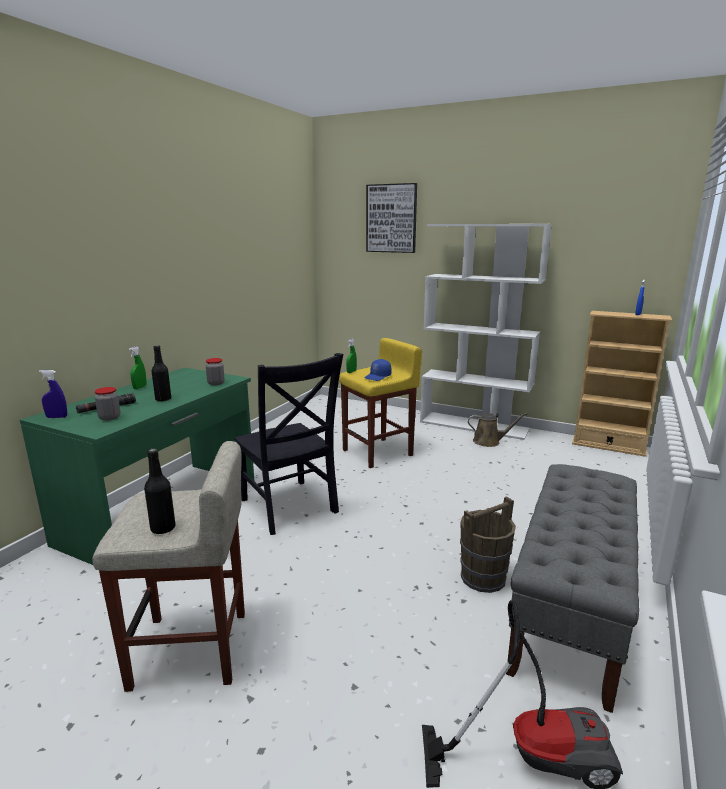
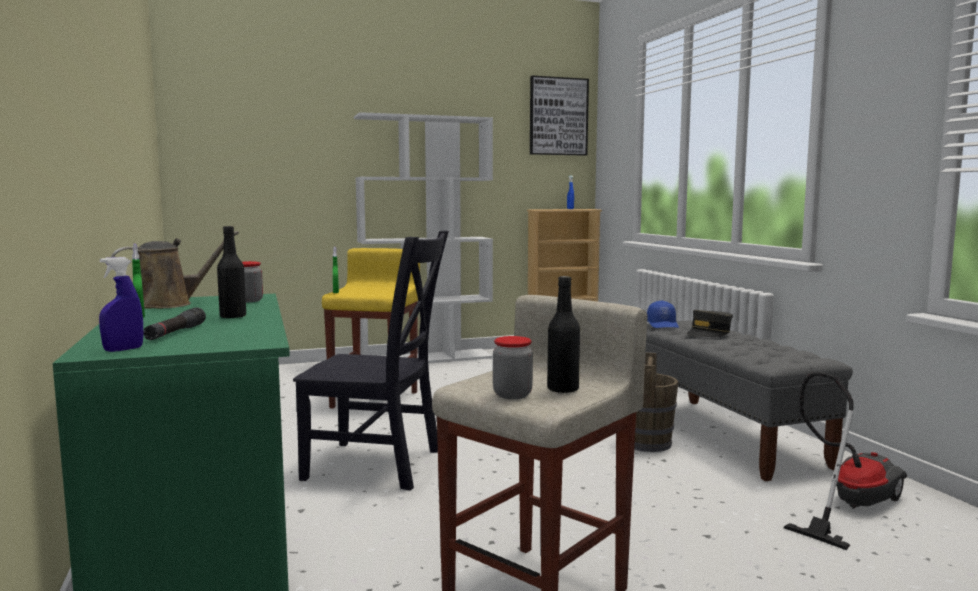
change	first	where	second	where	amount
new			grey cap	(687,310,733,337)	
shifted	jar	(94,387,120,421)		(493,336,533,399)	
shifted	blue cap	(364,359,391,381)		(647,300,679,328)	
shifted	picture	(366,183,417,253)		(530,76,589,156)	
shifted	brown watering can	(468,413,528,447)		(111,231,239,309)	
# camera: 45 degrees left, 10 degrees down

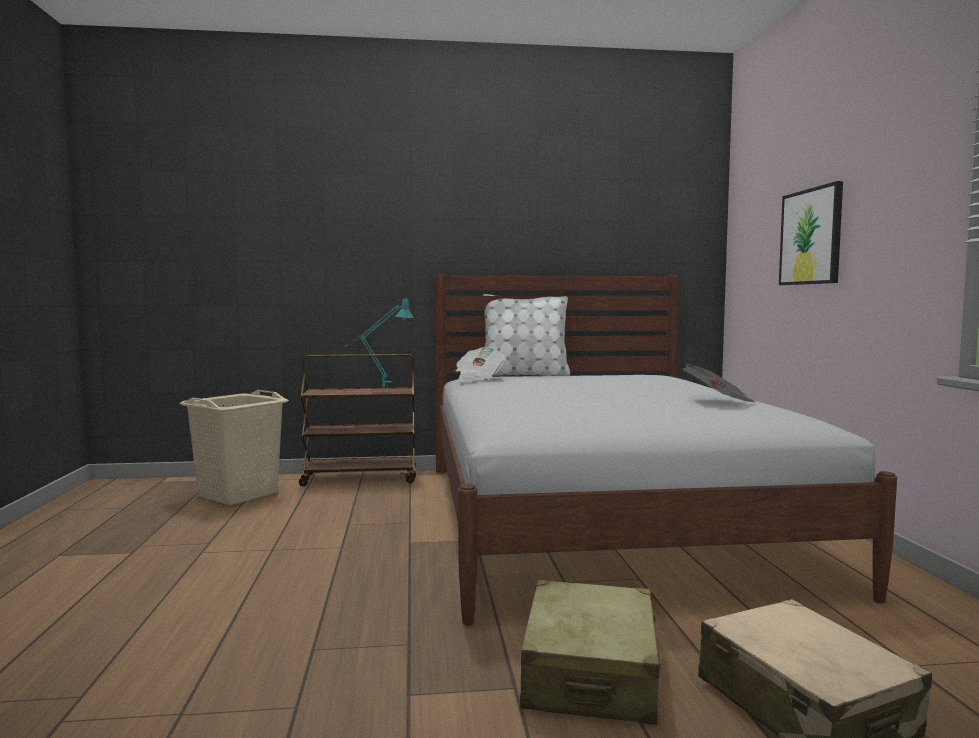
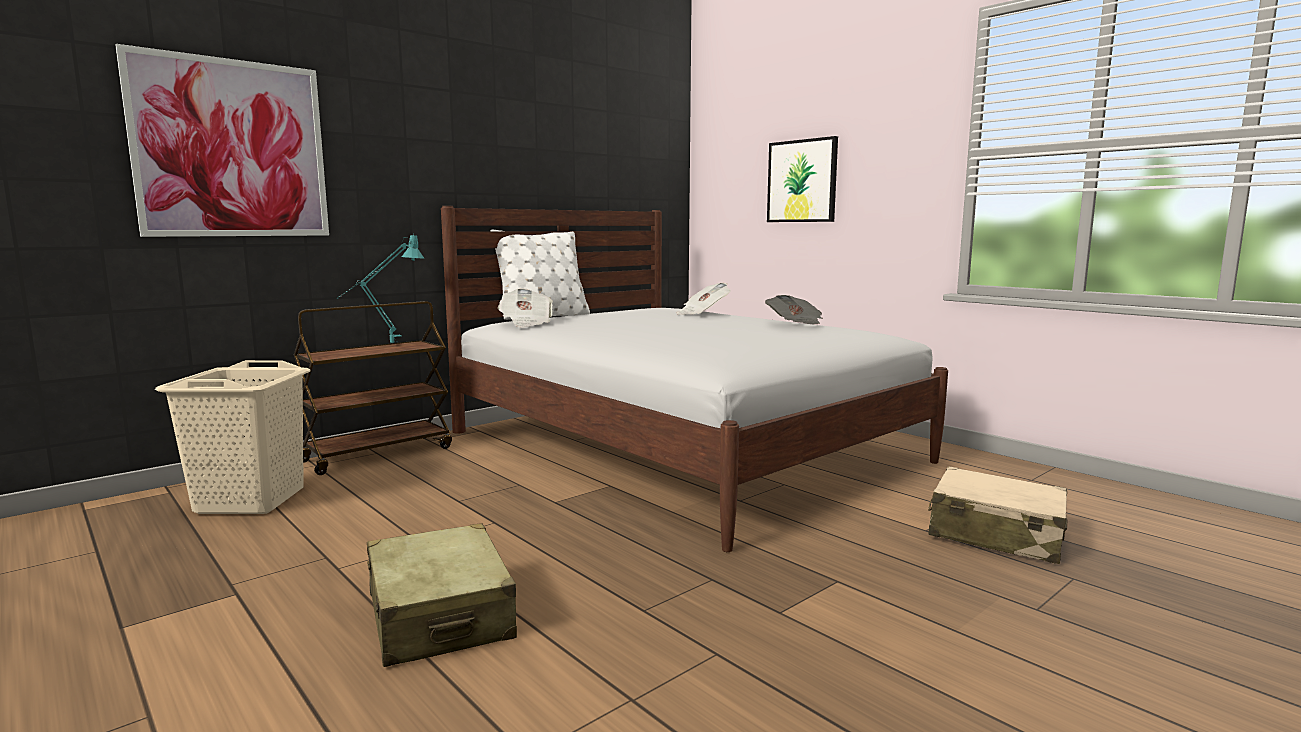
change	first	where	second	where	amount
new			picture	(115,44,329,237)	
new			newspaper	(677,283,731,315)	
shifted	beige suitcase	(520,580,663,725)		(367,523,517,667)	
# camera: 35 degrees left, 5 degrees up

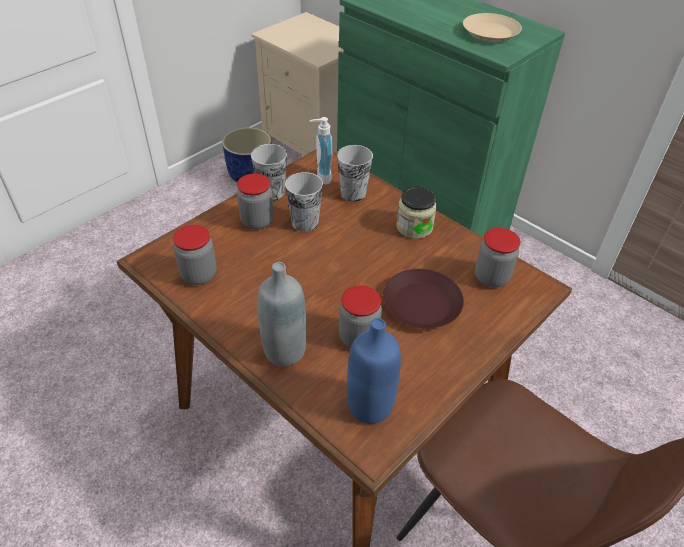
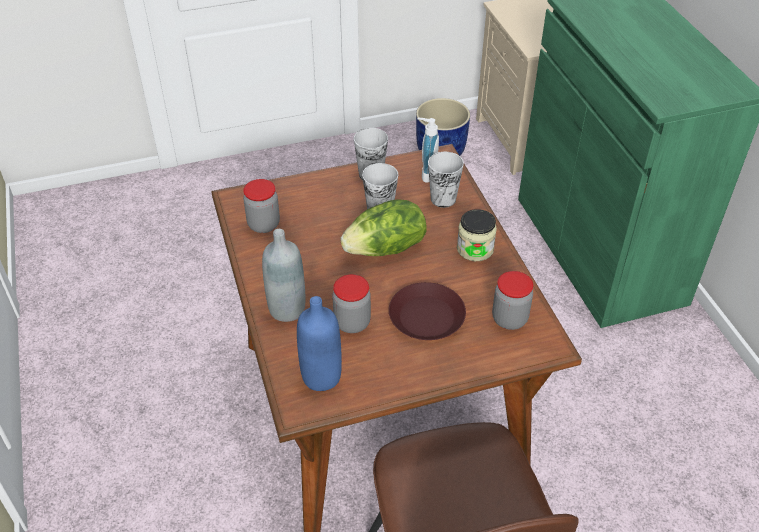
change	first	where	second	where	amount
gone	jar	(237,173,274,230)			
gone	beige plate	(463,13,522,42)			
new			lettuce	(340,199,427,256)	
# camera: 30 degrees right, 0 degrees up

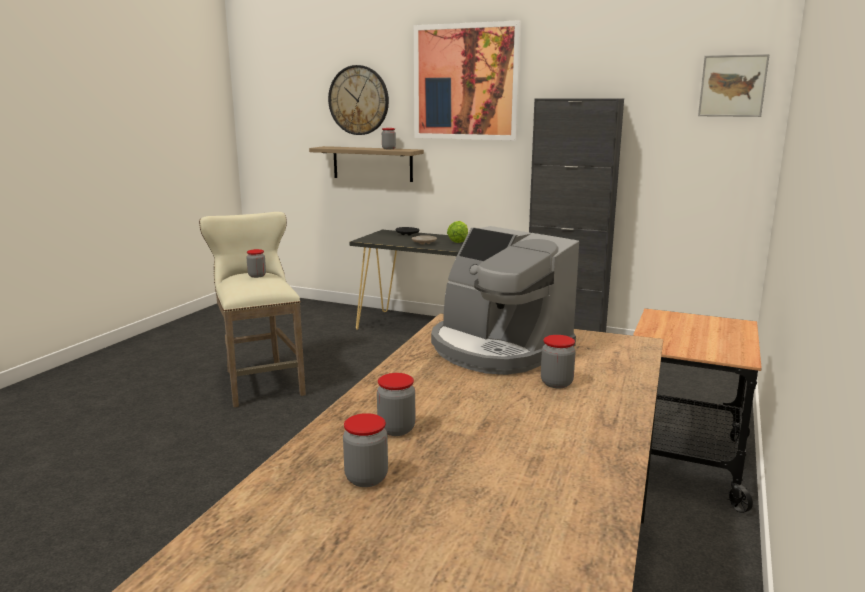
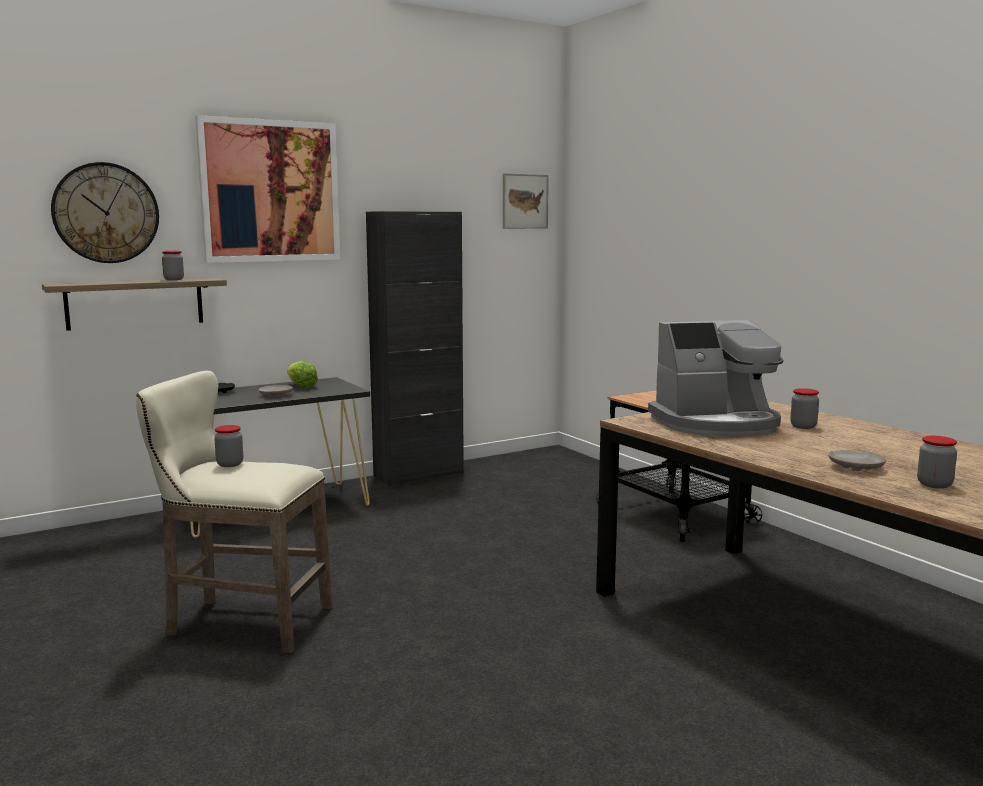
change	first	where	second	where	amount
swapped	jar	(377,373,415,436)	beige plate	(828,450,886,471)	
# camera: 55 degrees left, 5 degrees down

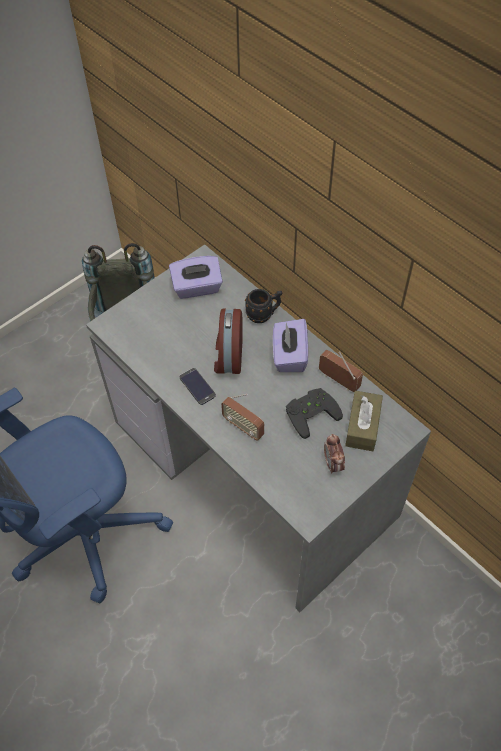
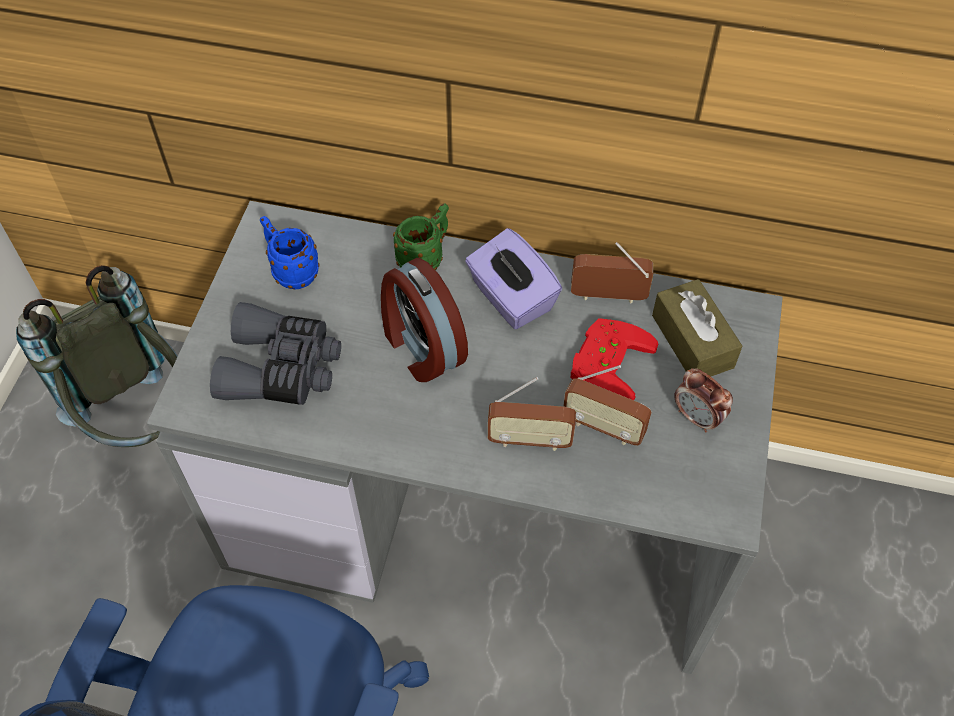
change	first	where	second	where	amount
gone	phone	(180,368,216,405)			
new			grey binoculars	(210,302,341,405)	
new			radio	(563,365,652,446)	
swapped	purple tissue box	(169,256,223,299)	blue mug	(260,216,319,290)	
repainted	black mug	(245,289,282,323)	green mug	(393,204,449,270)	
repainted	black game controller	(286,388,343,439)	red game controller	(570,318,658,400)	
# camera: 35 degrees left, 0 degrees up

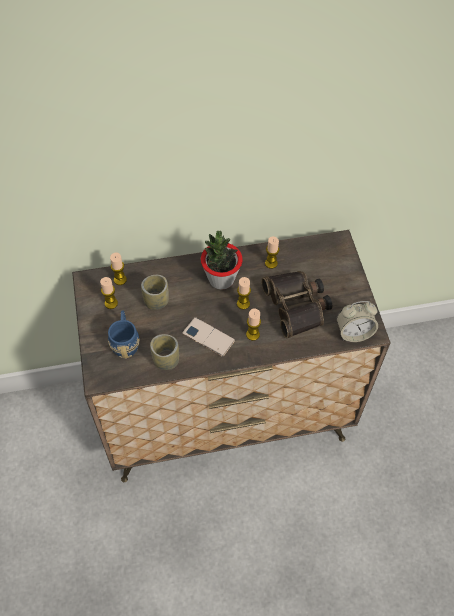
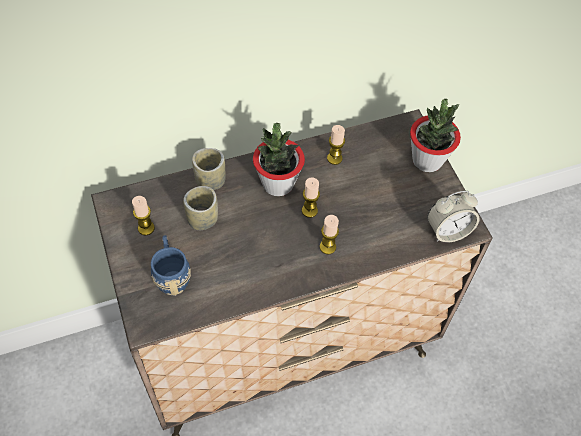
change	first	where	second	where	amount
gone	candle	(110,253,127,285)			
gone	phone	(182,317,235,357)			
gone	binoculars	(261,271,332,339)			
new			potted plant	(410,99,461,172)	
shifted	cup	(150,334,179,370)		(192,148,225,190)	
# camera: 10 degrees left, 0 degrees up

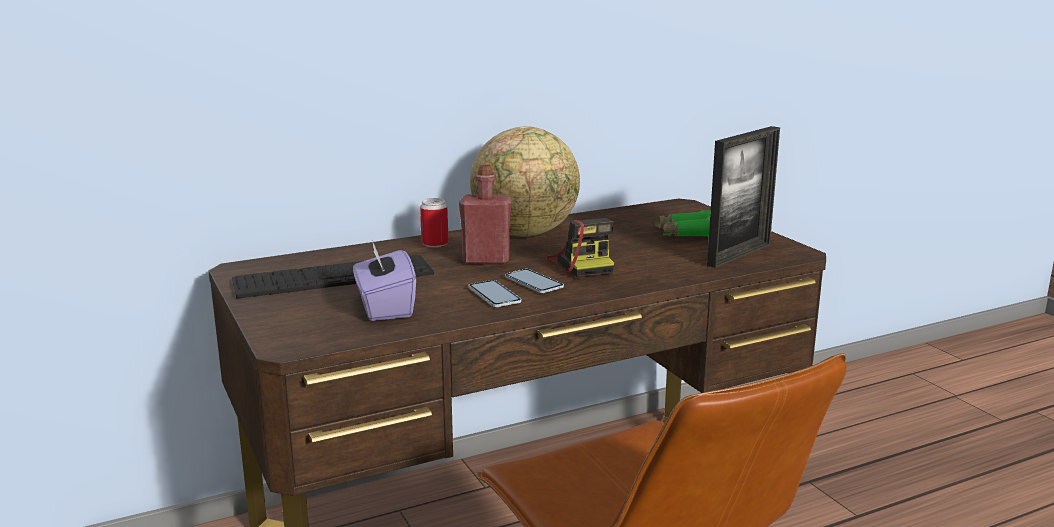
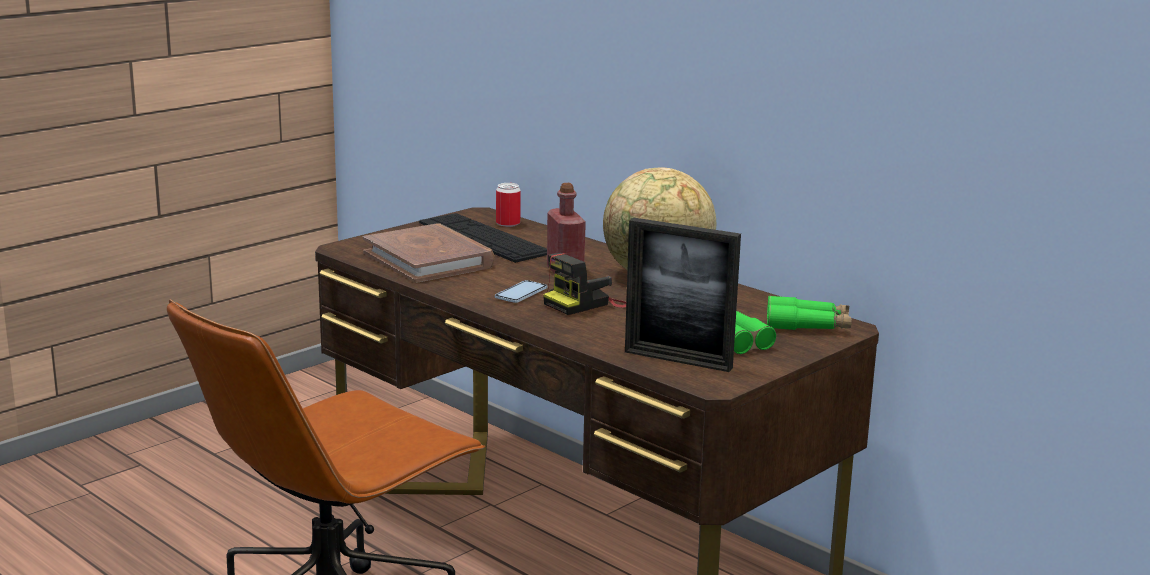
change	first	where	second	where	amount
gone	phone	(468,280,522,307)			
new			green binoculars	(767,296,852,330)	
shifted	can	(420,198,449,247)		(496,183,521,227)	
swapped	purple tissue box	(353,240,416,321)	brown book	(363,223,495,283)	
# camera: 70 degrees right, 0 degrees up

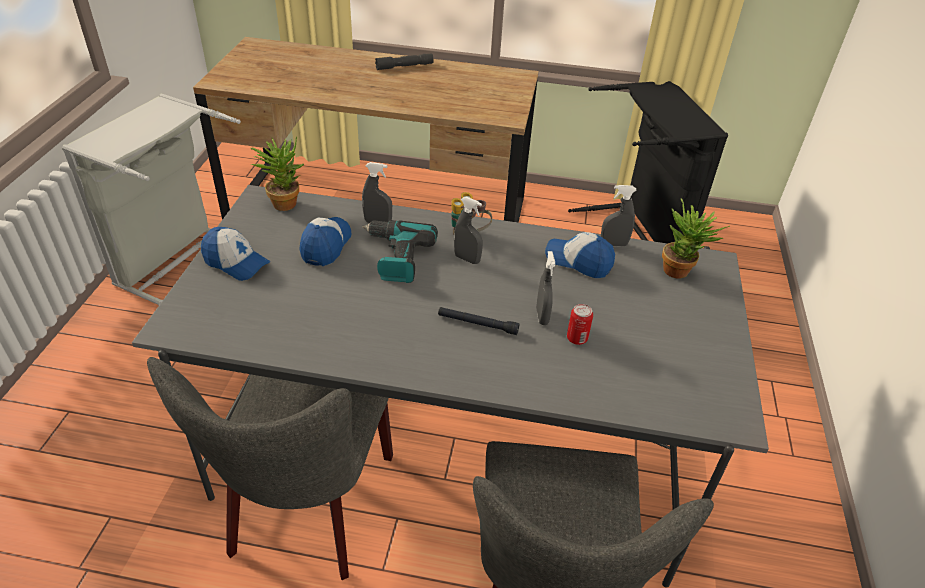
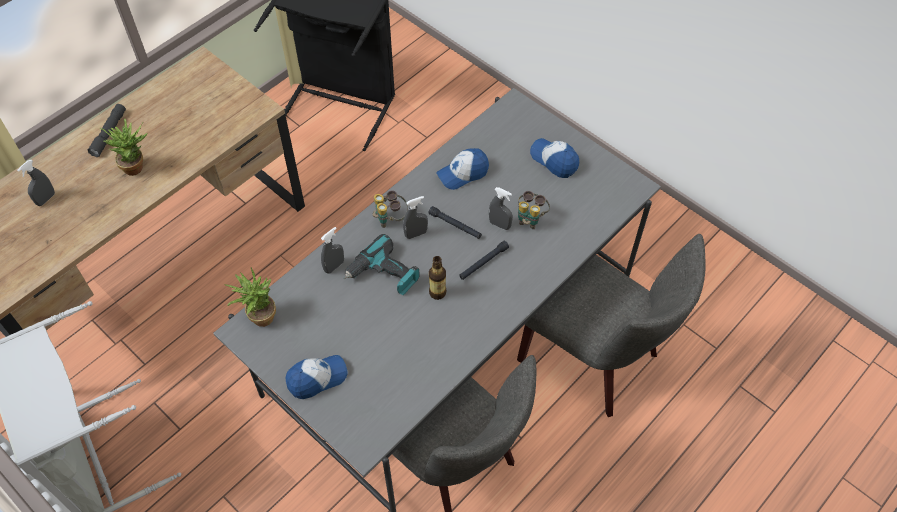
change	first	where	second	where	amount
new			black flashlight	(429,206,482,239)	
new			bottle	(429,256,446,300)	
shifted	cap	(300,217,351,266)		(530,138,579,178)	
shifted	grey spray bottle	(601,185,637,247)		(17,160,55,206)	
shifted	potted plant	(662,198,730,278)		(100,118,148,176)	
swapped	can	(567,304,593,345)	binoculars	(518,191,550,229)	
# camera: 55 degrees left, 15 degrees up

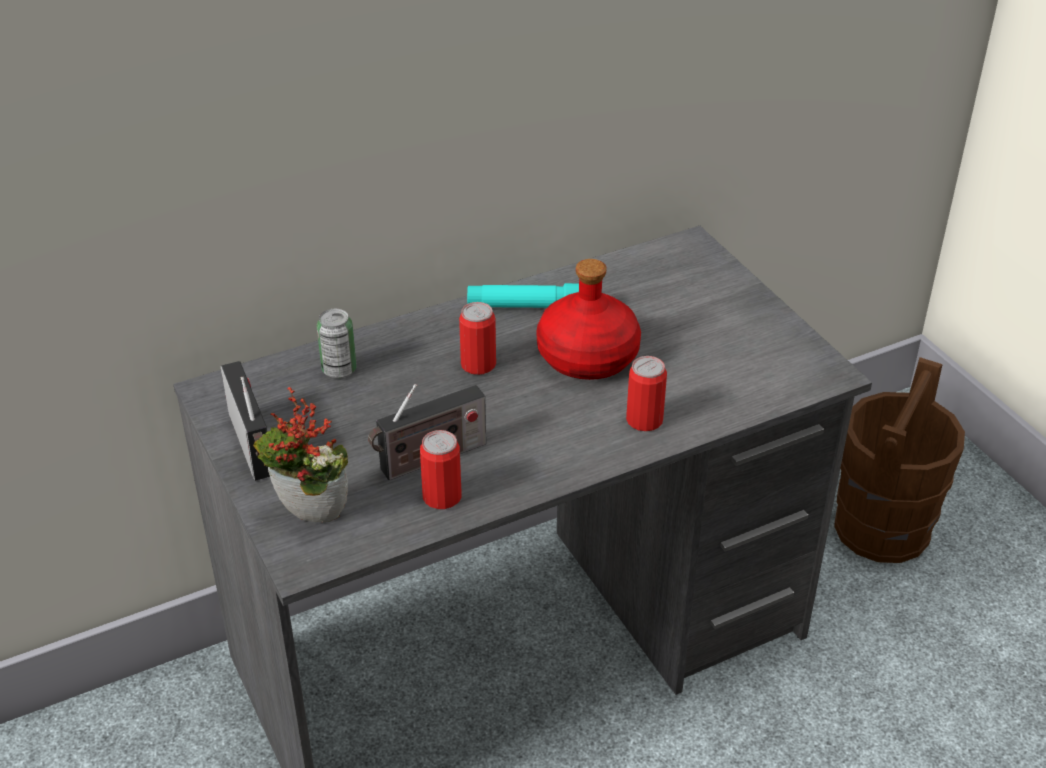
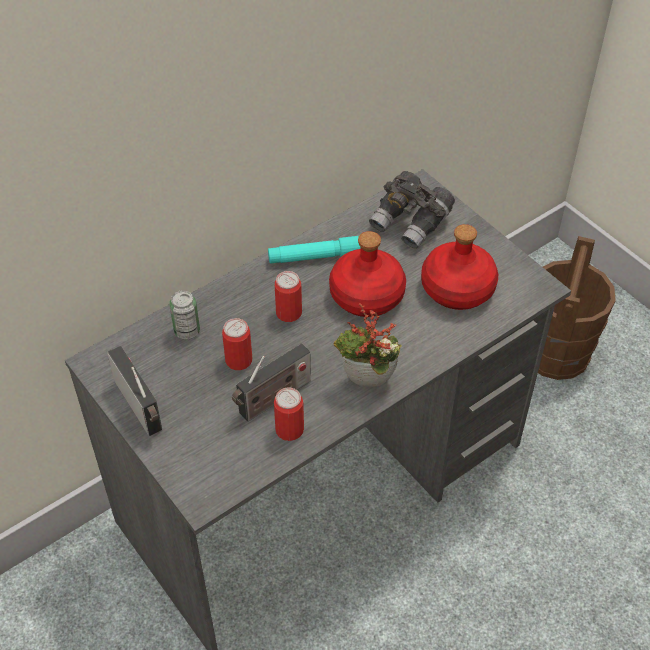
change	first	where	second	where	amount
new			grey binoculars	(369,171,455,249)	
new			red bottle	(421,224,498,310)	
shifted	potted plant	(253,387,348,523)		(334,303,402,387)	
shifted	can	(626,356,667,431)		(222,318,252,370)	
# camera: 10 degrees left, 10 degrees up

